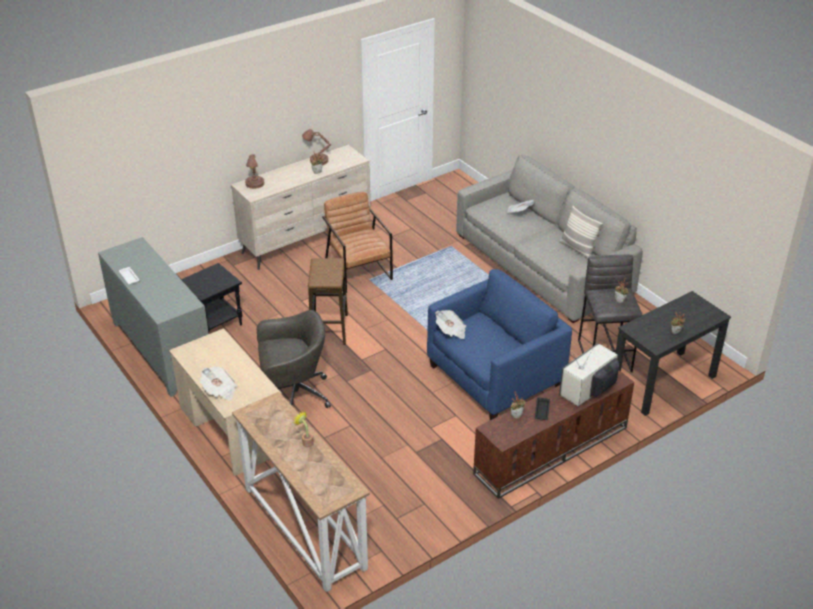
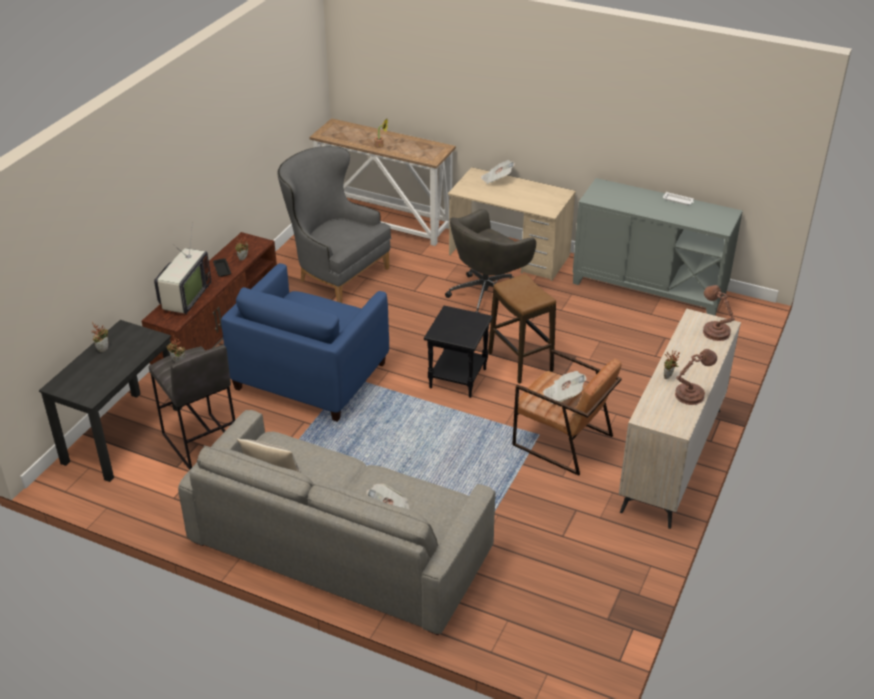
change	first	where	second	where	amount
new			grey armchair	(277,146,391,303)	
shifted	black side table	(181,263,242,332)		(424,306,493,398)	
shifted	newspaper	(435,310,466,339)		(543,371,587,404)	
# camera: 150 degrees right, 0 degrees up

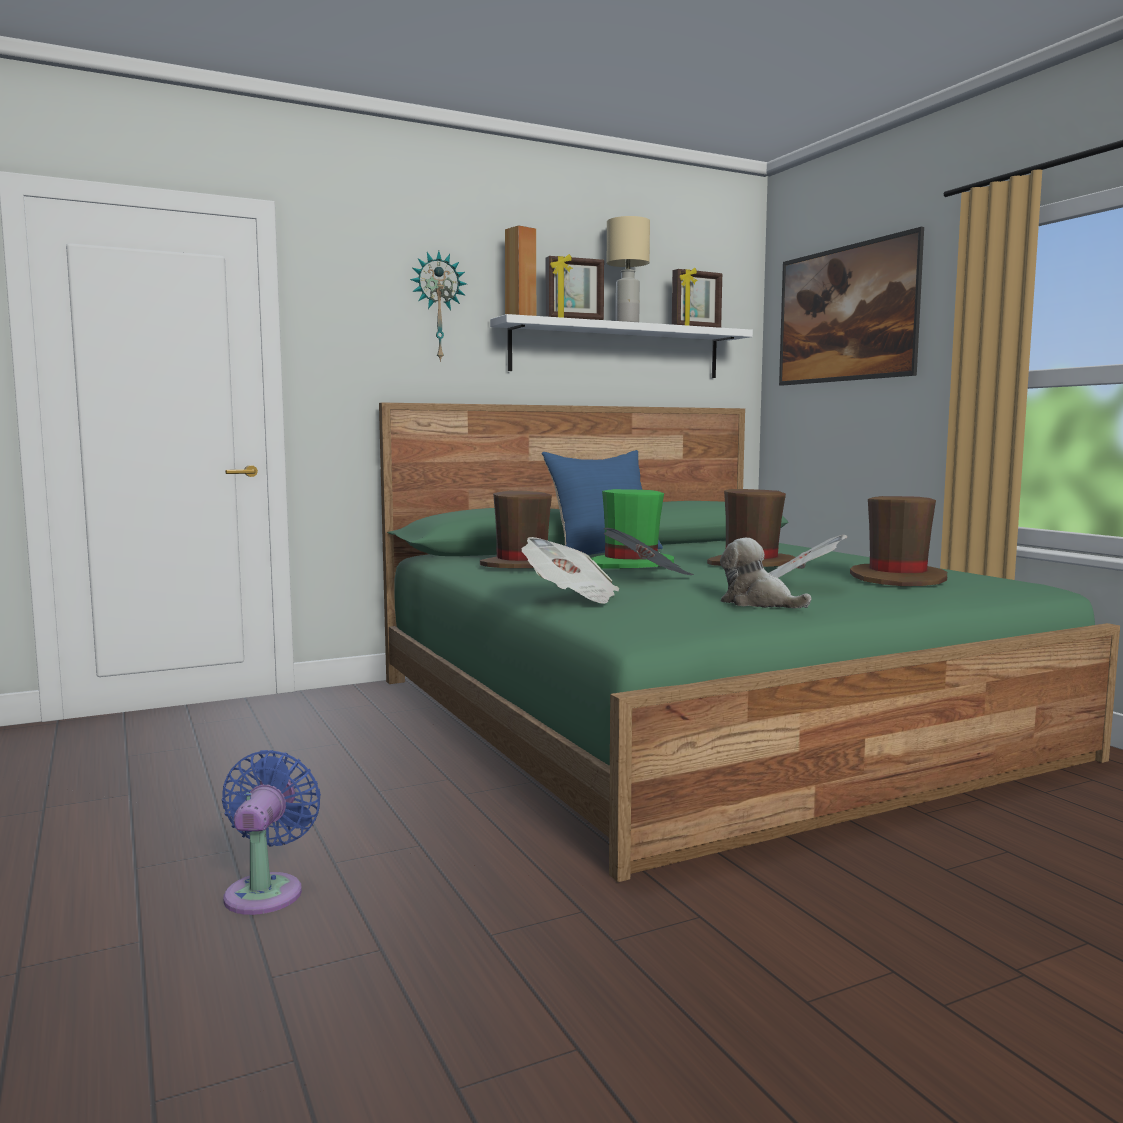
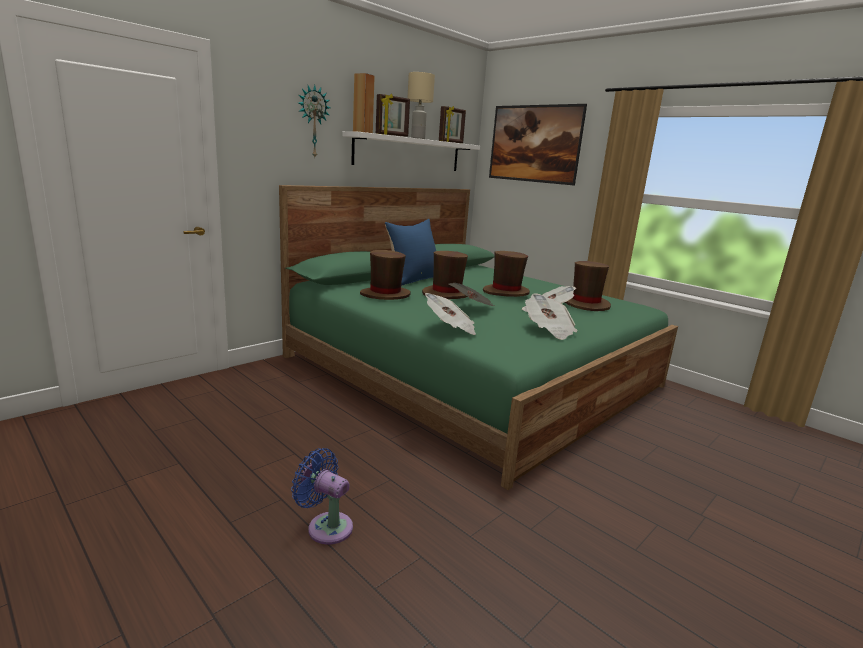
change	first	where	second	where	amount
swapped	plush toy	(720,538,811,608)	newspaper	(525,294,578,340)	
repainted	green hat	(591,489,674,569)	brown hat	(422,251,468,299)	
rotated	blue fan	(222,750,321,915)		(291,448,353,545)	45 degrees counterclockwise
# camera: 20 degrees left, 10 degrees up

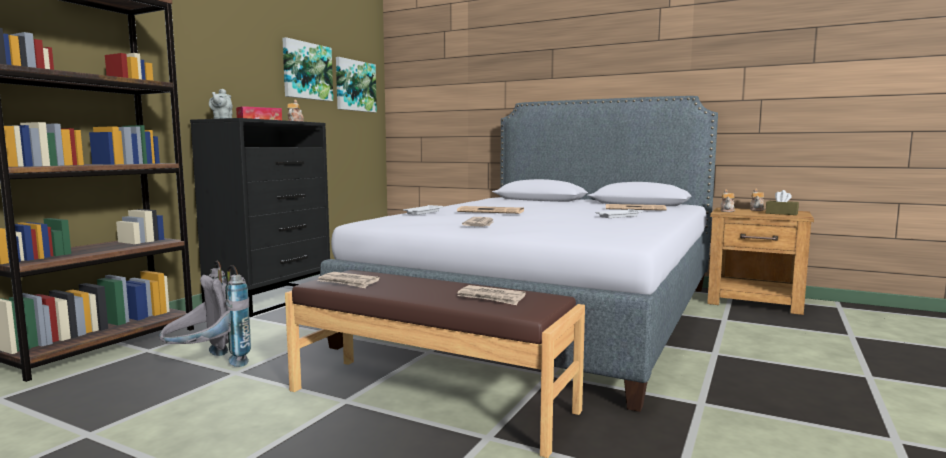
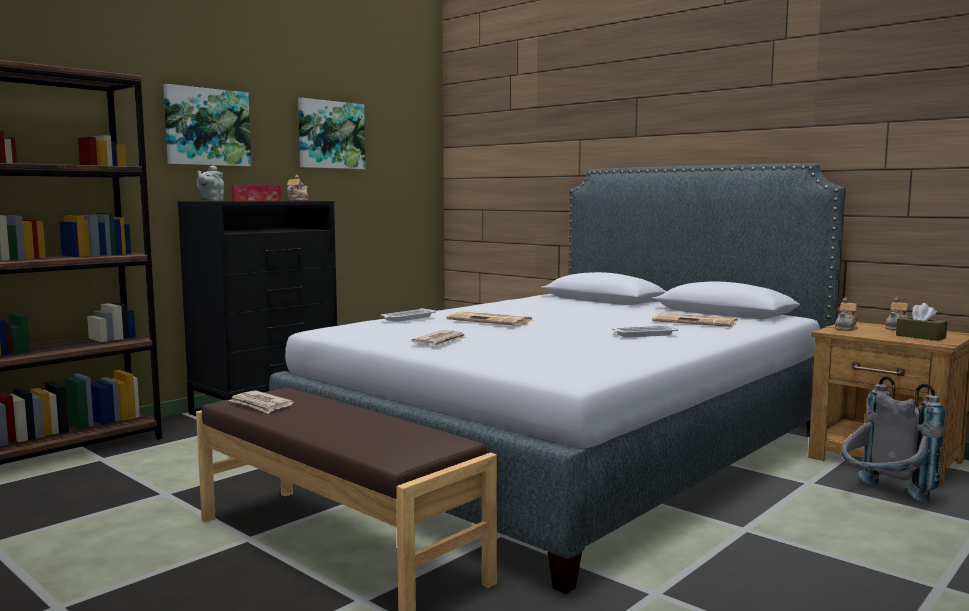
change	first	where	second	where	amount
gone	newspaper	(457,285,526,305)			
shifted	grey backpack	(159,261,251,367)		(841,376,945,503)	
shifted	picture	(336,57,377,113)		(163,84,251,166)	
# camera: 15 degrees right, 0 degrees up

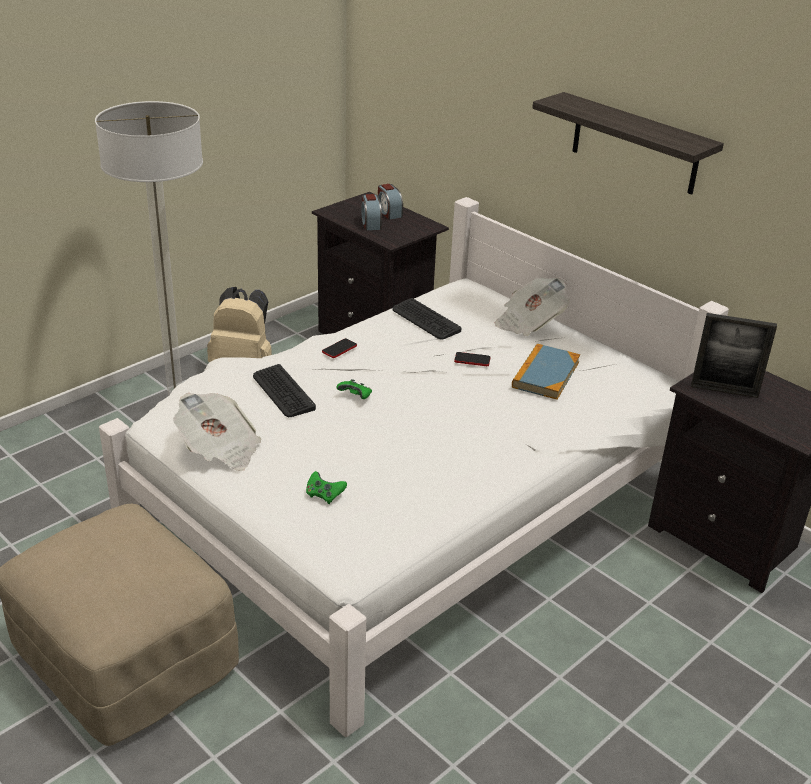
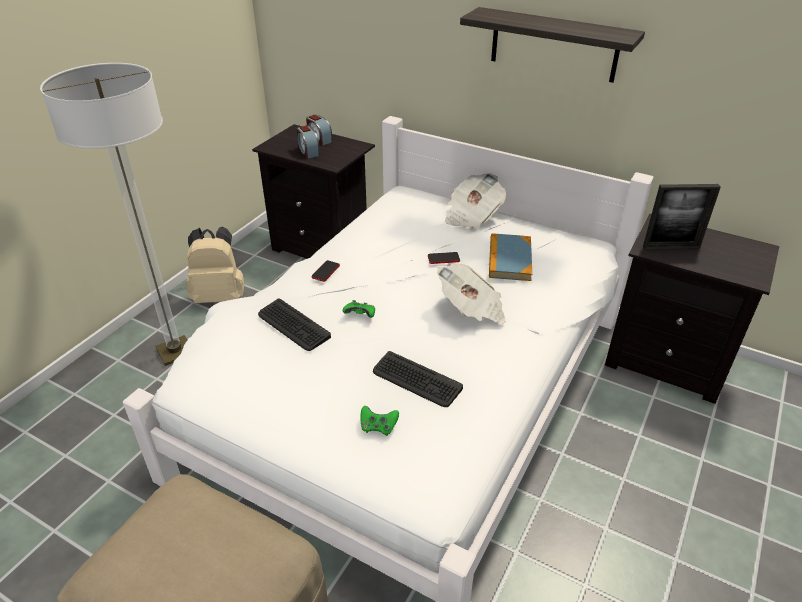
change	first	where	second	where	amount
shifted	newspaper	(173,393,262,471)		(437,263,506,324)	
shifted	keyboard	(392,298,461,340)		(373,351,463,407)	
# camera: 15 degrees left, 5 degrees up

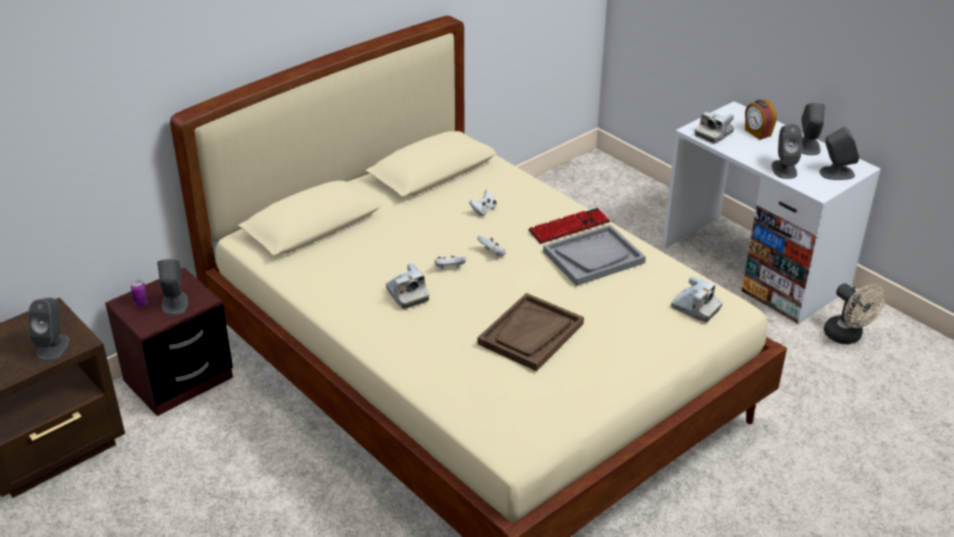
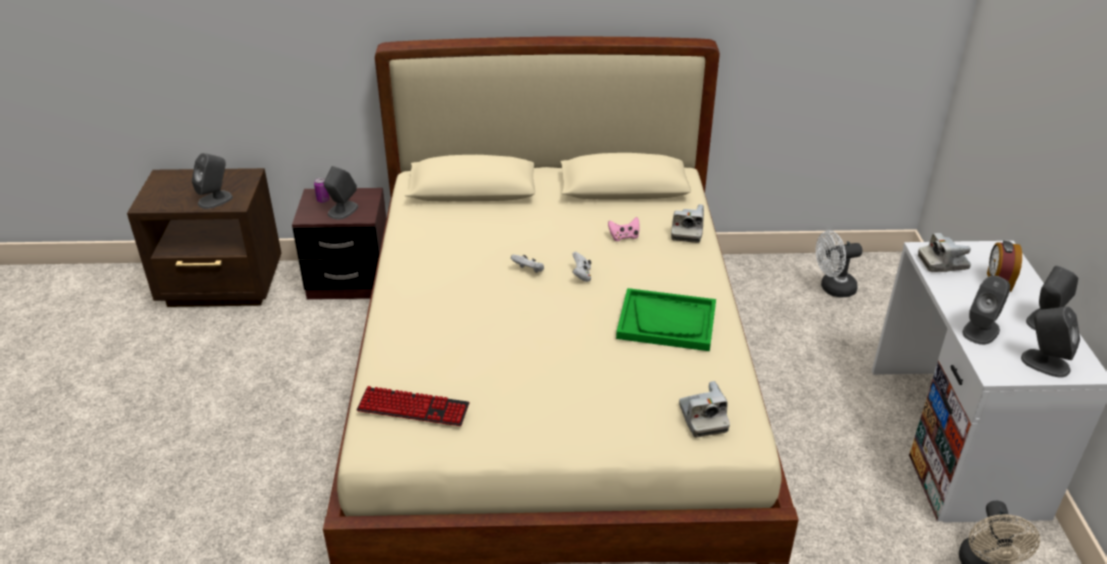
change	first	where	second	where	amount
gone	brown tray	(477,293,584,371)			
new			white fan	(816,231,863,298)	
shifted	photo camera	(386,263,429,309)		(671,204,704,243)	
shifted	keyboard	(528,208,610,244)		(357,386,470,426)	
repainted	white game controller	(469,189,497,216)	pink game controller	(608,217,640,241)	
repainted	grey tray	(543,225,646,286)	green tray	(616,288,716,351)	
# camera: 40 degrees right, 0 degrees up

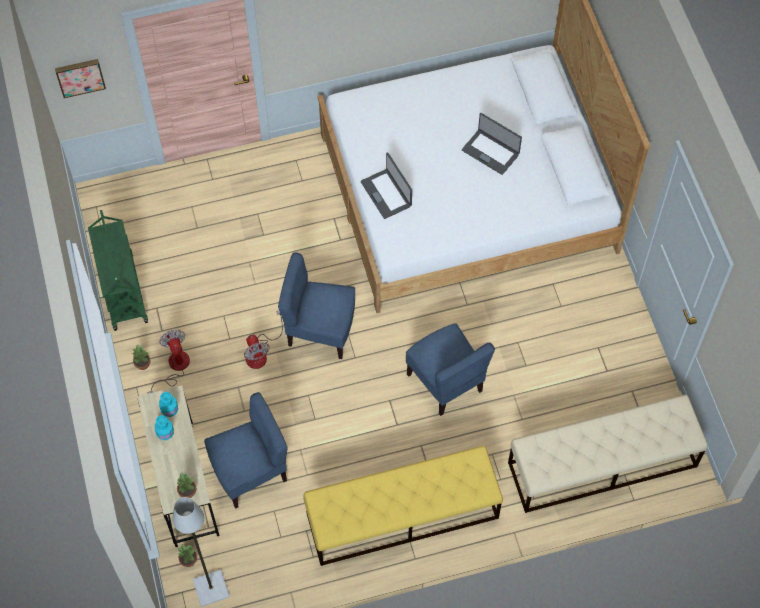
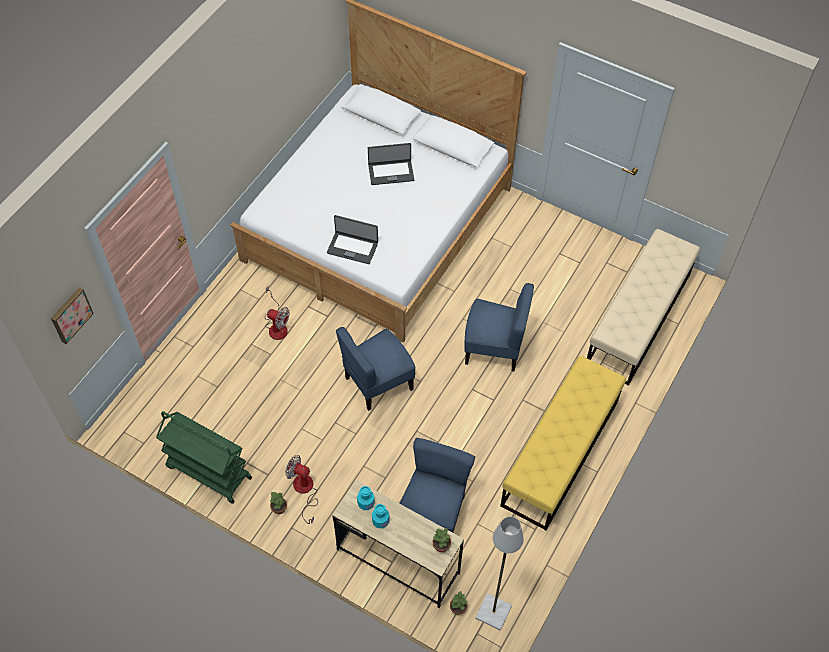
change	first	where	second	where	amount
shifted	fan	(244,311,283,369)		(265,286,289,340)	
# camera: 45 degrees left, 5 degrees down

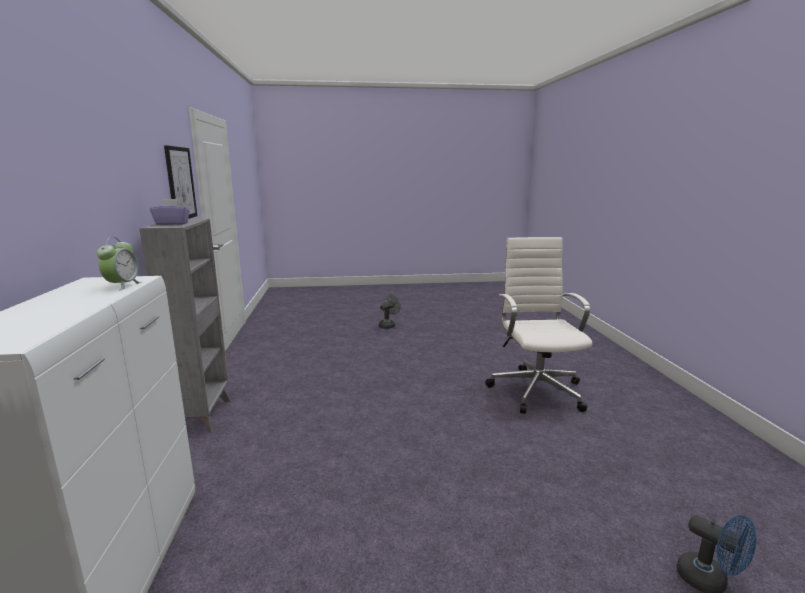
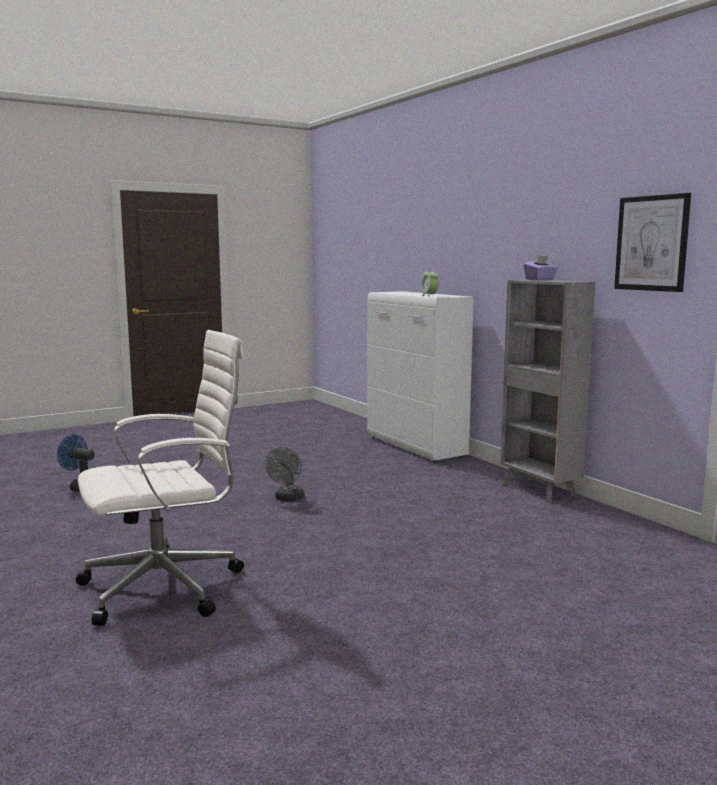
change	first	where	second	where	amount
shifted	grey fan	(378,294,401,329)		(265,447,304,501)	
rotated	white office chair	(485,237,593,414)		(75,330,244,626)	90 degrees counterclockwise
# camera: 155 degrees right, 5 degrees down

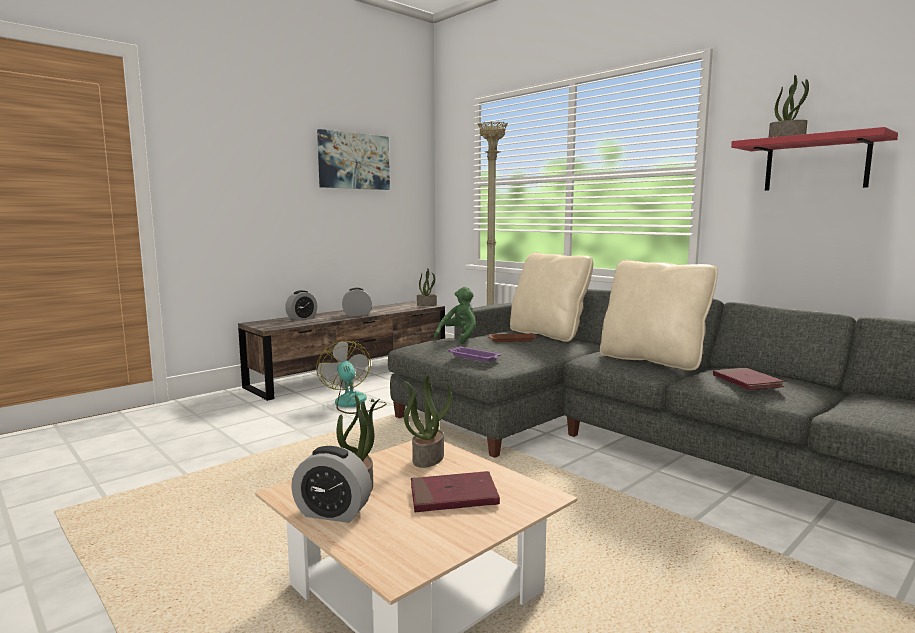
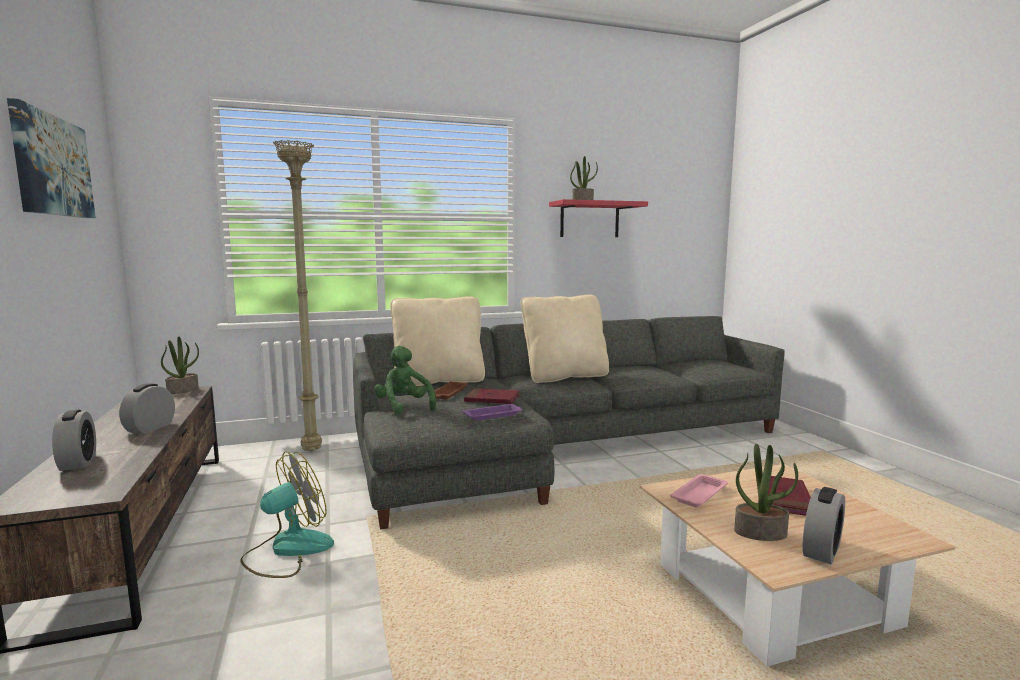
change	first	where	second	where	amount
shifted	red book	(713,368,785,390)		(464,388,520,404)	
swapped	potted plant	(404,375,452,468)	pink tray	(670,474,728,508)	
rotated	fan	(316,341,387,414)		(240,451,334,578)	135 degrees clockwise
# camera: 65 degrees left, 0 degrees up

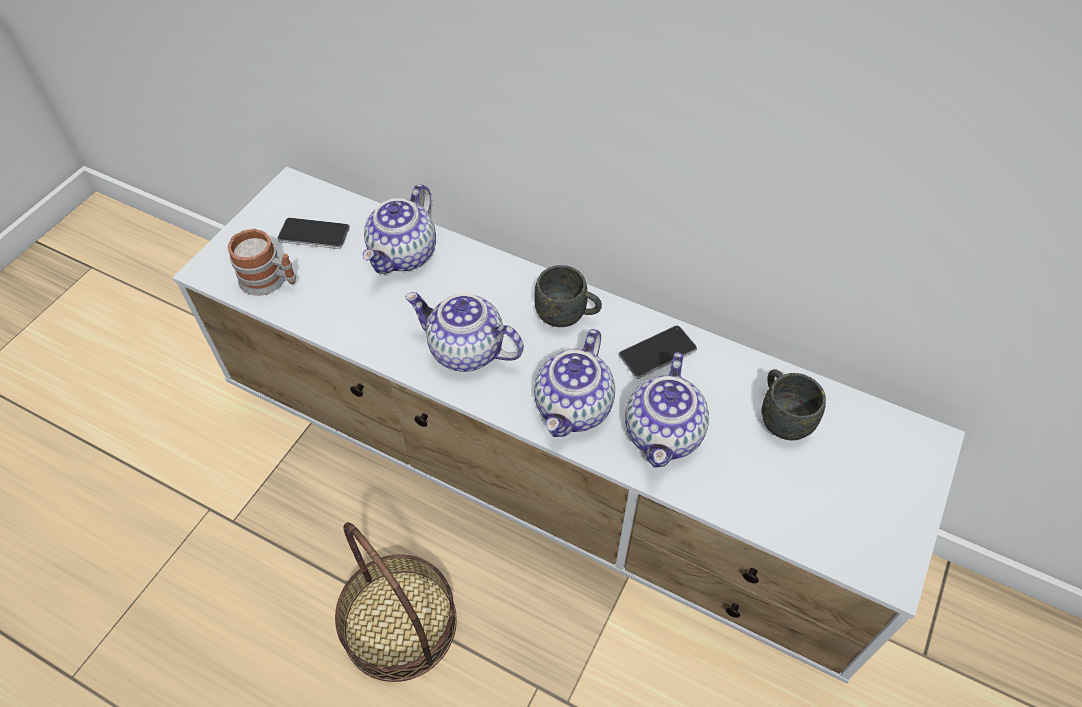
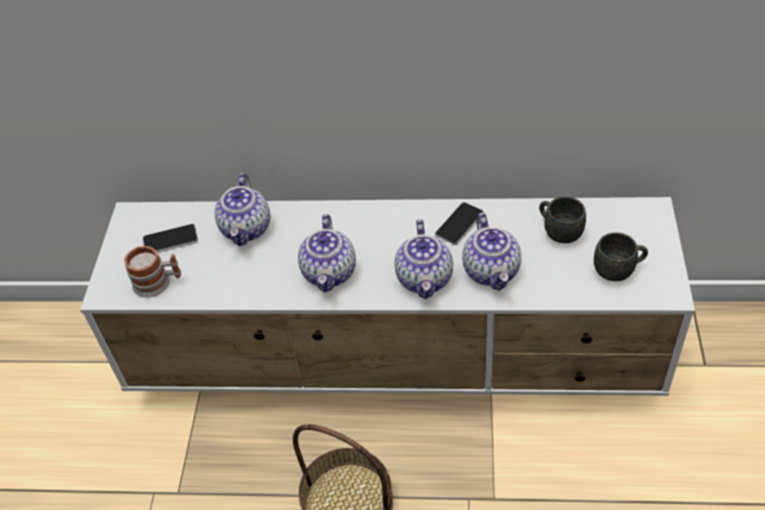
change	first	where	second	where	amount
shifted	grey mug	(534,265,602,327)		(594,232,648,281)	
rotated	teapot	(405,292,524,372)		(298,214,356,292)	90 degrees counterclockwise
# camera: 20 degrees left, 5 degrees down

